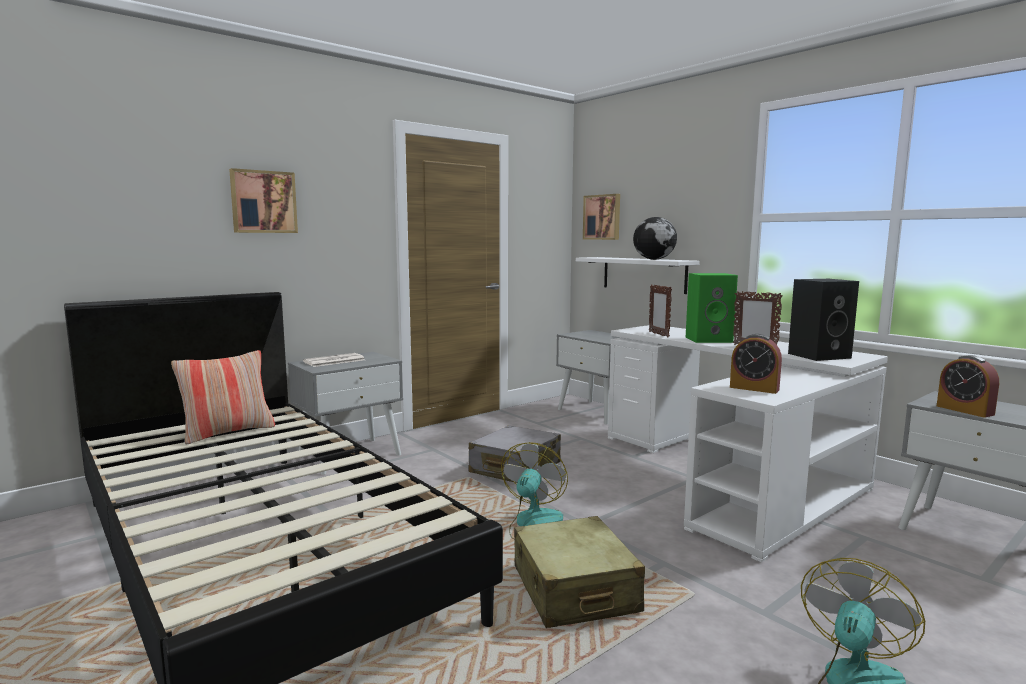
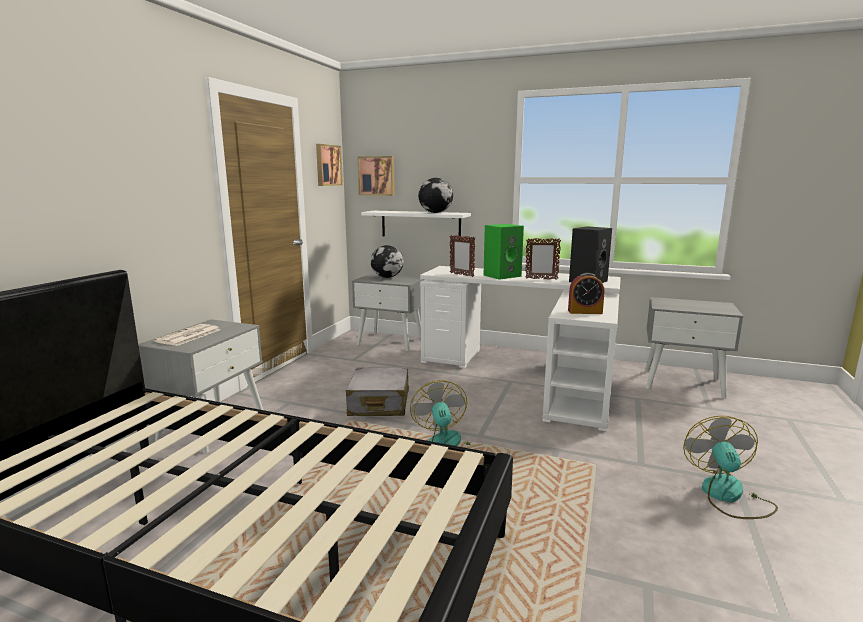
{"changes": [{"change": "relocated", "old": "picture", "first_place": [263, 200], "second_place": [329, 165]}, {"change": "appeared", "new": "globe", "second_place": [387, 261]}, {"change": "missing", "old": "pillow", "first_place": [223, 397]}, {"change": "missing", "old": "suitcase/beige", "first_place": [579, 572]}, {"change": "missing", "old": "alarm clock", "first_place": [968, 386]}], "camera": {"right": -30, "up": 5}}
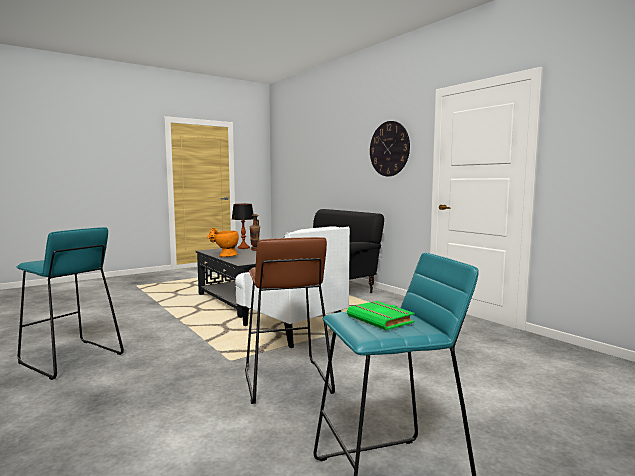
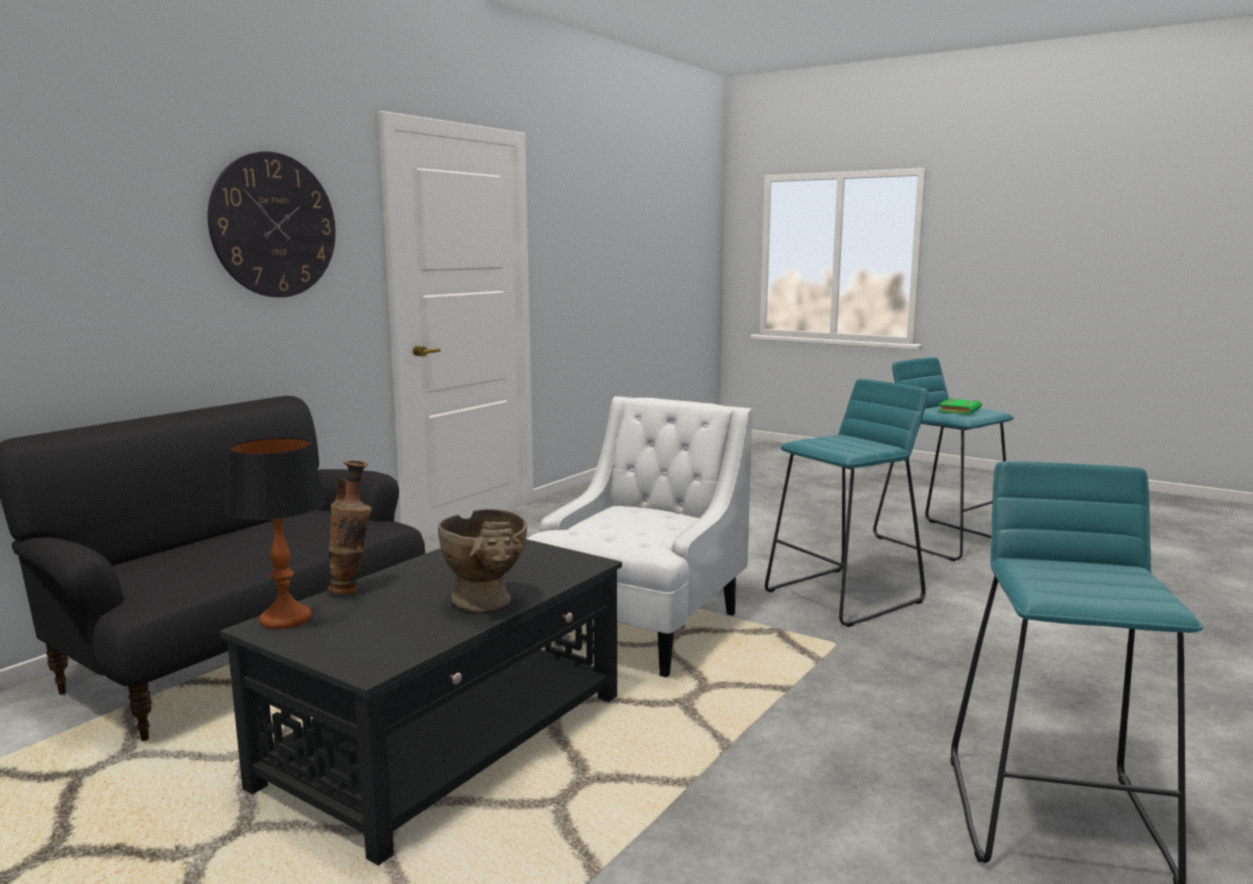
{"changes": [{"change": "colour", "old": "vase/orange", "new": "vase/beige", "first_place": [223, 242], "second_place": [482, 561]}, {"change": "colour", "old": "stool/brown", "new": "stool/turquoise", "first_place": [290, 320], "second_place": [846, 503]}], "camera": {"right": -110, "up": 5}}
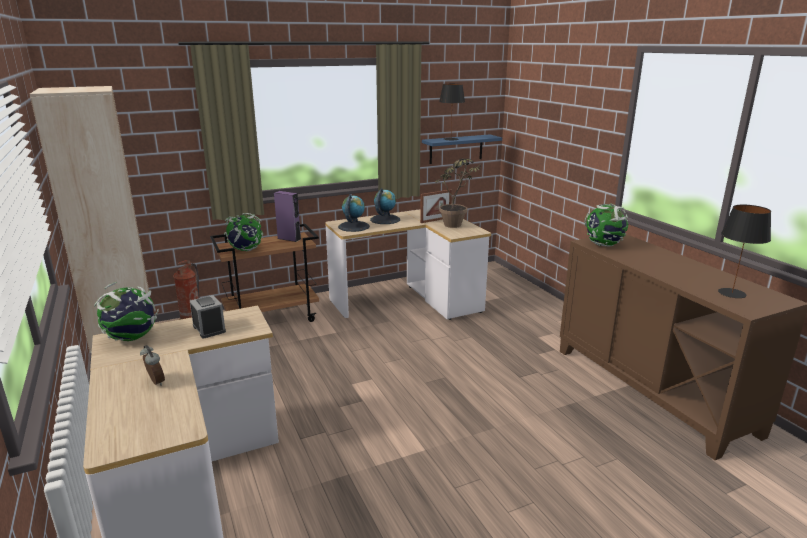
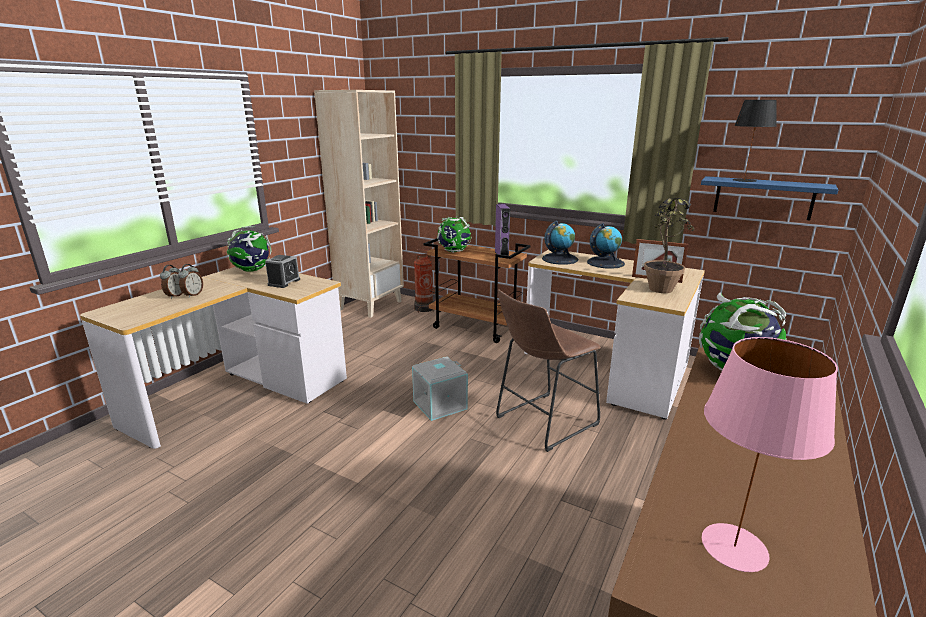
{"changes": [{"change": "appeared", "new": "alarm clock", "second_place": [171, 282]}, {"change": "appeared", "new": "storage box/grey", "second_place": [440, 389]}, {"change": "appeared", "new": "stool/brown", "second_place": [548, 370]}, {"change": "colour", "old": "table lamp/black", "new": "table lamp/pink", "first_place": [744, 251], "second_place": [770, 454]}], "camera": {"right": 55, "up": 0}}
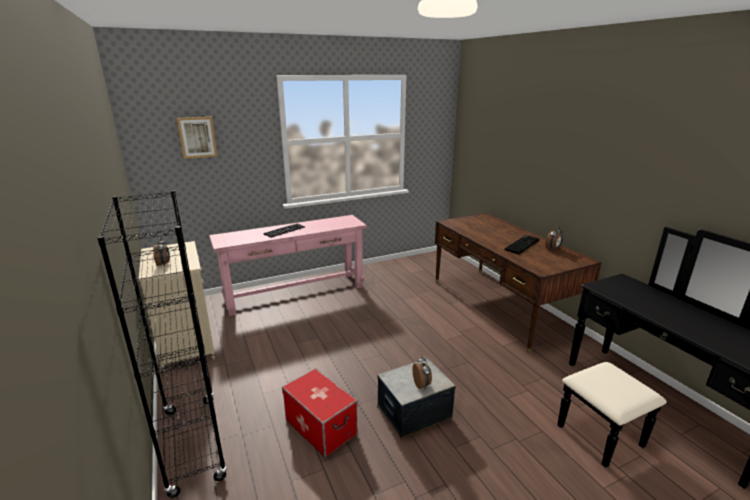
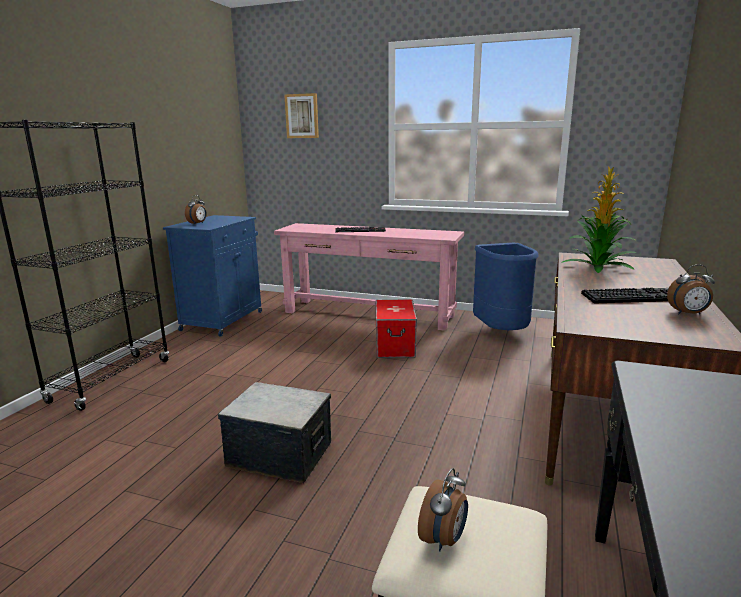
{"changes": [{"change": "colour", "old": "cabinet/beige", "new": "cabinet/blue", "first_place": [177, 306], "second_place": [212, 276]}, {"change": "relocated", "old": "storage box", "first_place": [320, 412], "second_place": [396, 328]}, {"change": "relocated", "old": "alarm clock", "first_place": [422, 372], "second_place": [443, 509]}, {"change": "appeared", "new": "trash can/blue", "second_place": [506, 286]}, {"change": "appeared", "new": "potted plant", "second_place": [599, 220]}], "camera": {"right": 45, "up": -5}}
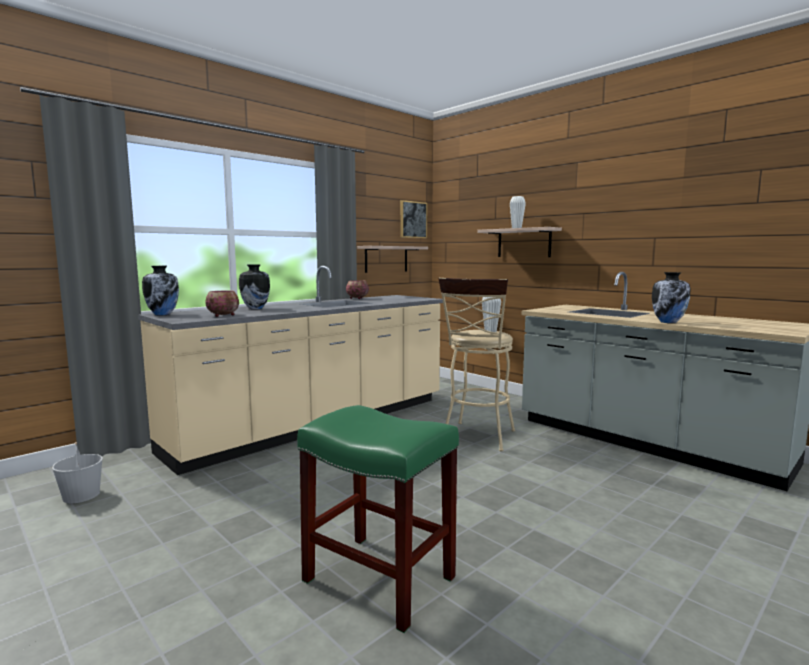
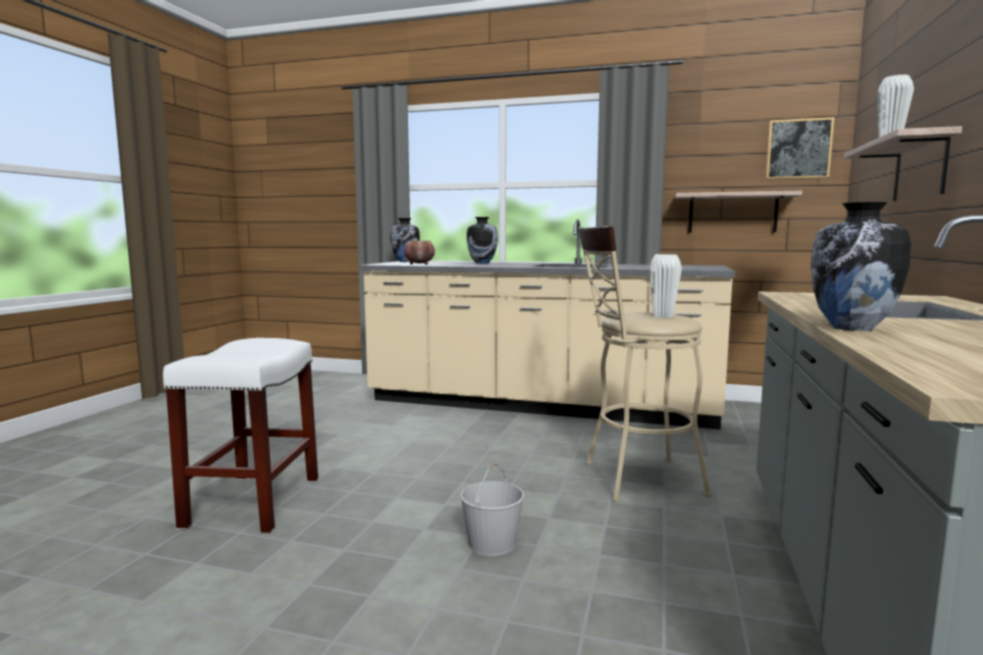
{"changes": [{"change": "colour", "old": "stool/green", "new": "stool/white", "first_place": [378, 519], "second_place": [240, 435]}, {"change": "relocated", "old": "bucket/white", "first_place": [77, 472], "second_place": [492, 509]}, {"change": "missing", "old": "bowl", "first_place": [357, 289]}], "camera": {"right": 60, "up": 0}}
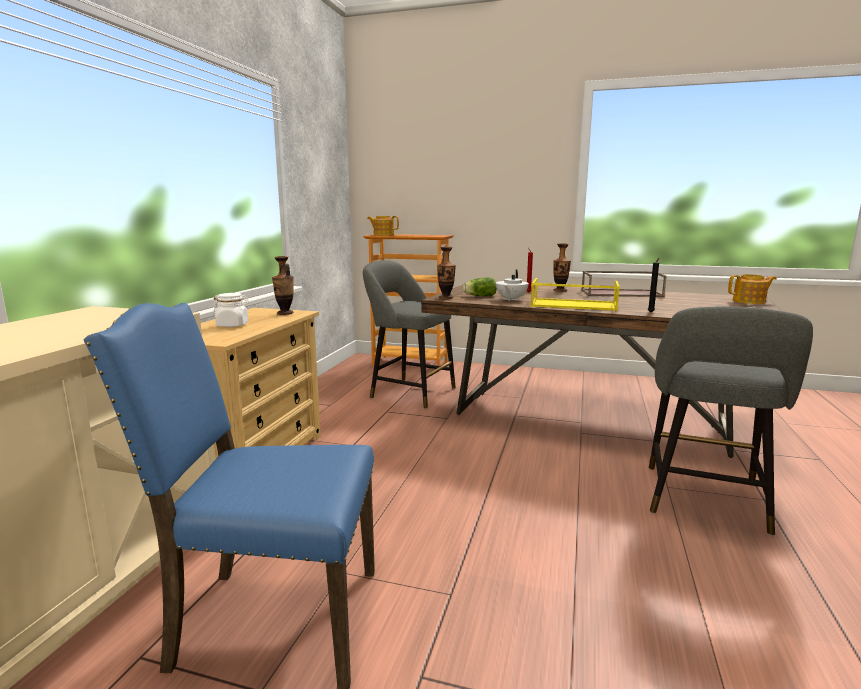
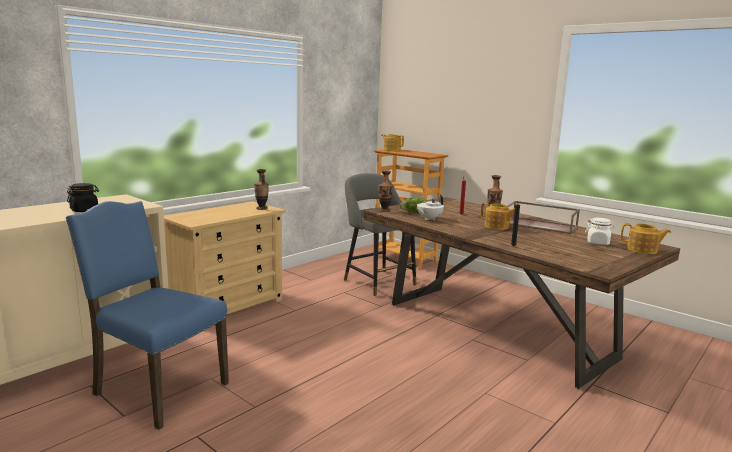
{"changes": [{"change": "appeared", "new": "jar/black", "second_place": [83, 197]}, {"change": "appeared", "new": "teapot", "second_place": [498, 216]}, {"change": "relocated", "old": "jar/white", "first_place": [231, 310], "second_place": [600, 231]}, {"change": "missing", "old": "tray/yellow", "first_place": [575, 294]}, {"change": "missing", "old": "stool/grey", "first_place": [731, 421]}], "camera": {"right": 25, "up": 0}}
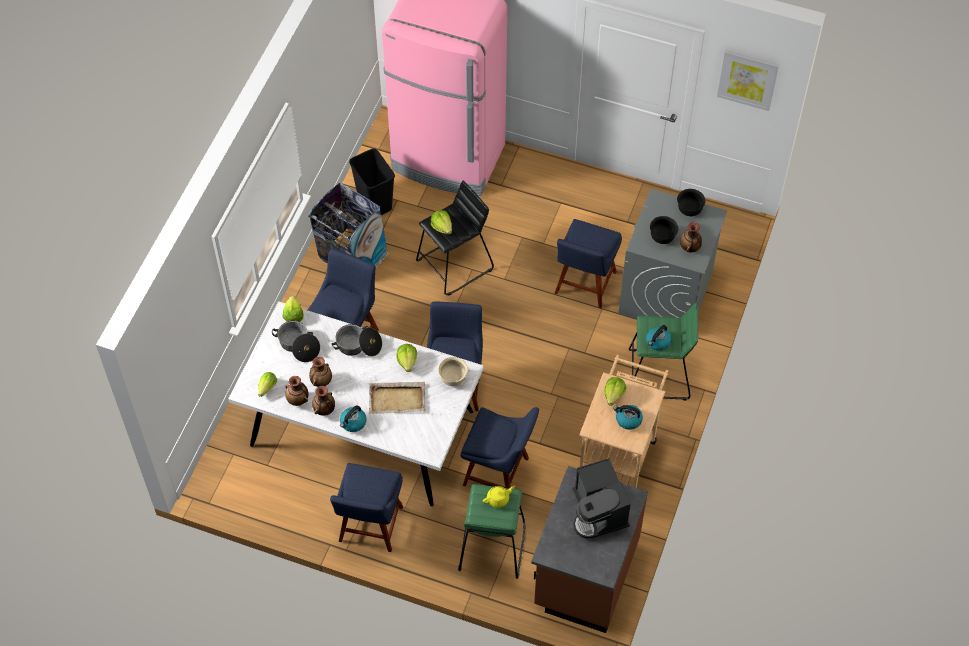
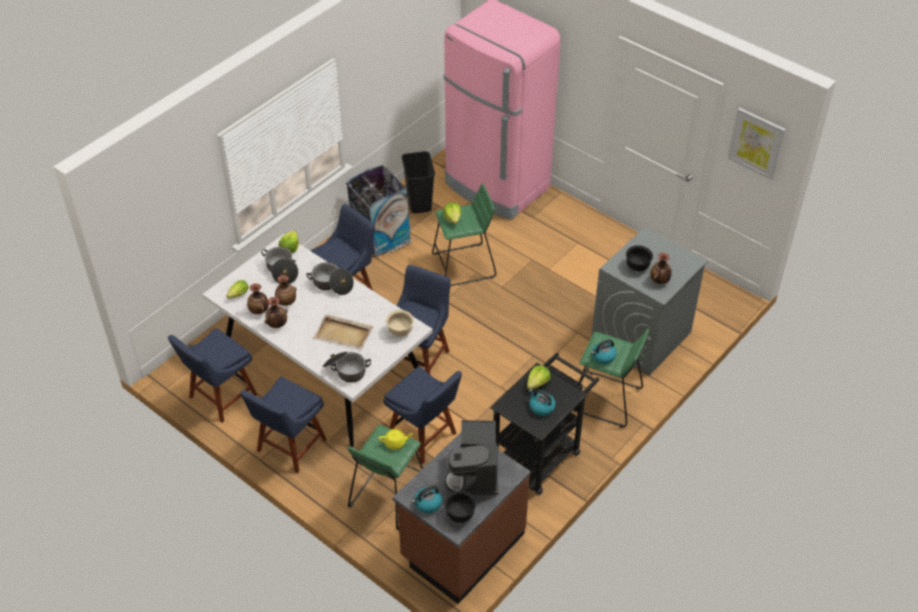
{"changes": [{"change": "relocated", "old": "chair/blue", "first_place": [588, 263], "second_place": [212, 375]}, {"change": "appeared", "new": "cooking pot", "second_place": [346, 367]}, {"change": "relocated", "old": "kettle", "first_place": [353, 418], "second_place": [426, 499]}, {"change": "colour", "old": "stool/black", "new": "stool/green", "first_place": [455, 238], "second_place": [464, 234]}, {"change": "relocated", "old": "bowl/black", "first_place": [691, 202], "second_place": [460, 506]}, {"change": "colour", "old": "cart/beige", "new": "cart/black", "first_place": [623, 421], "second_place": [544, 424]}, {"change": "missing", "old": "lettuce", "first_place": [406, 358]}], "camera": {"right": 20, "up": -10}}
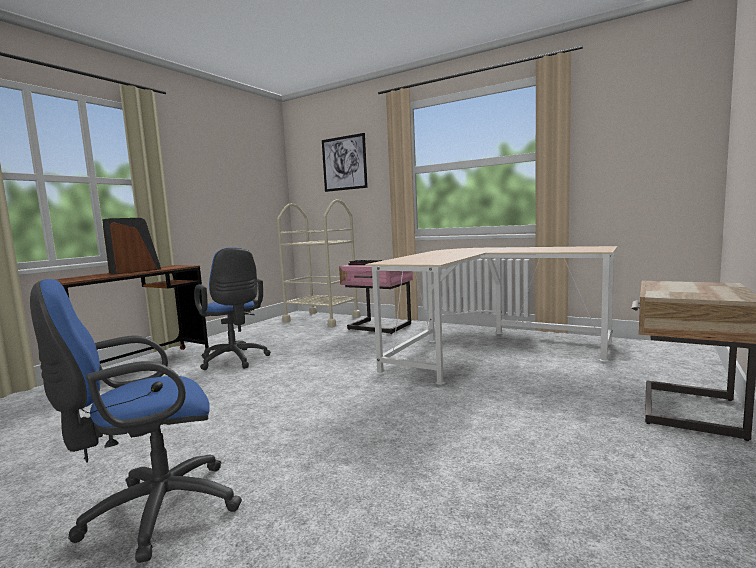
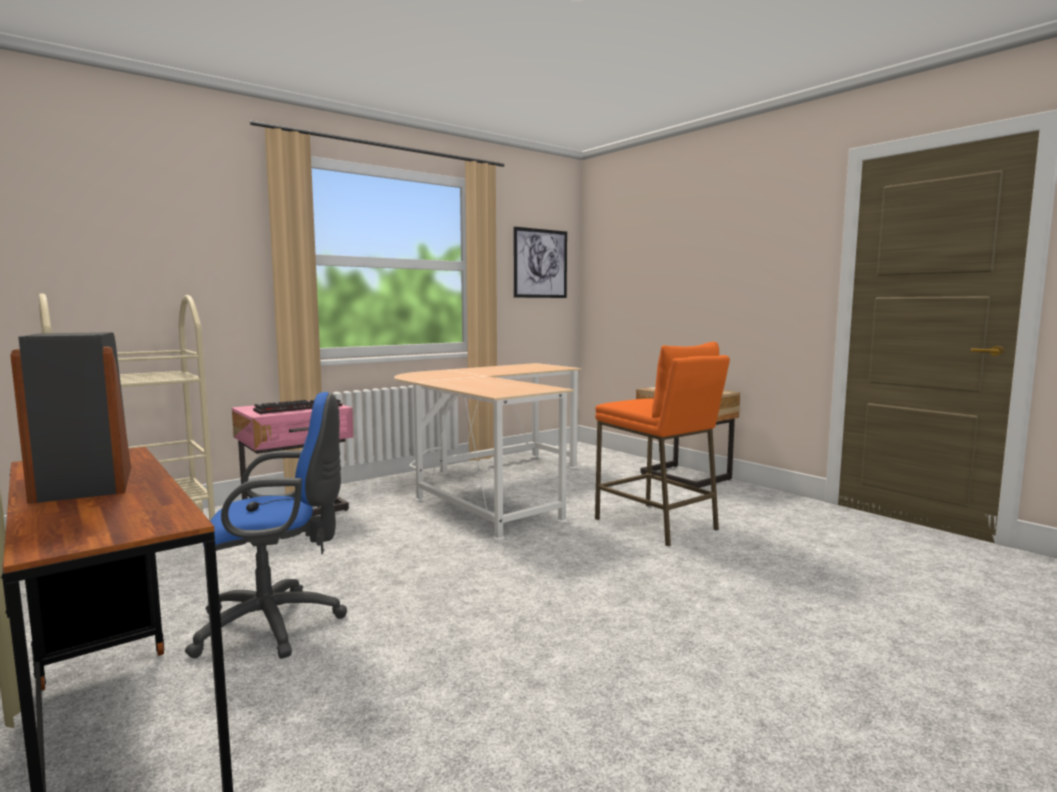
{"changes": [{"change": "relocated", "old": "picture", "first_place": [345, 162], "second_place": [540, 262]}, {"change": "appeared", "new": "stool/orange", "second_place": [662, 444]}, {"change": "missing", "old": "office chair/blue", "first_place": [136, 421]}], "camera": {"right": -70, "up": 0}}
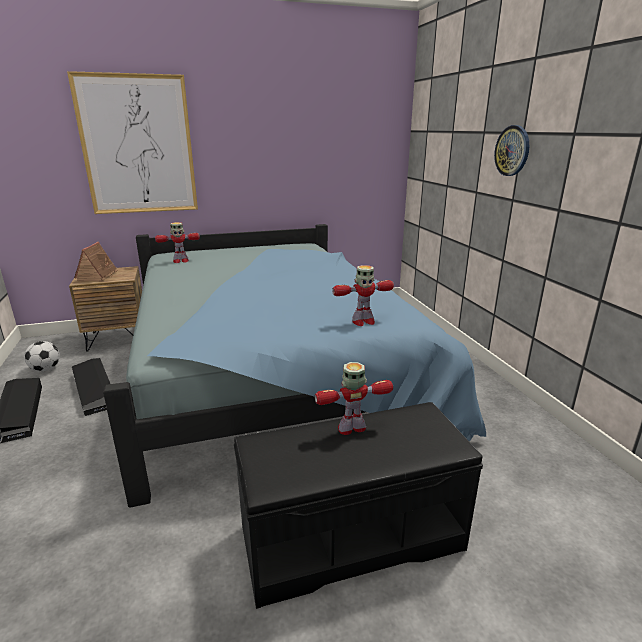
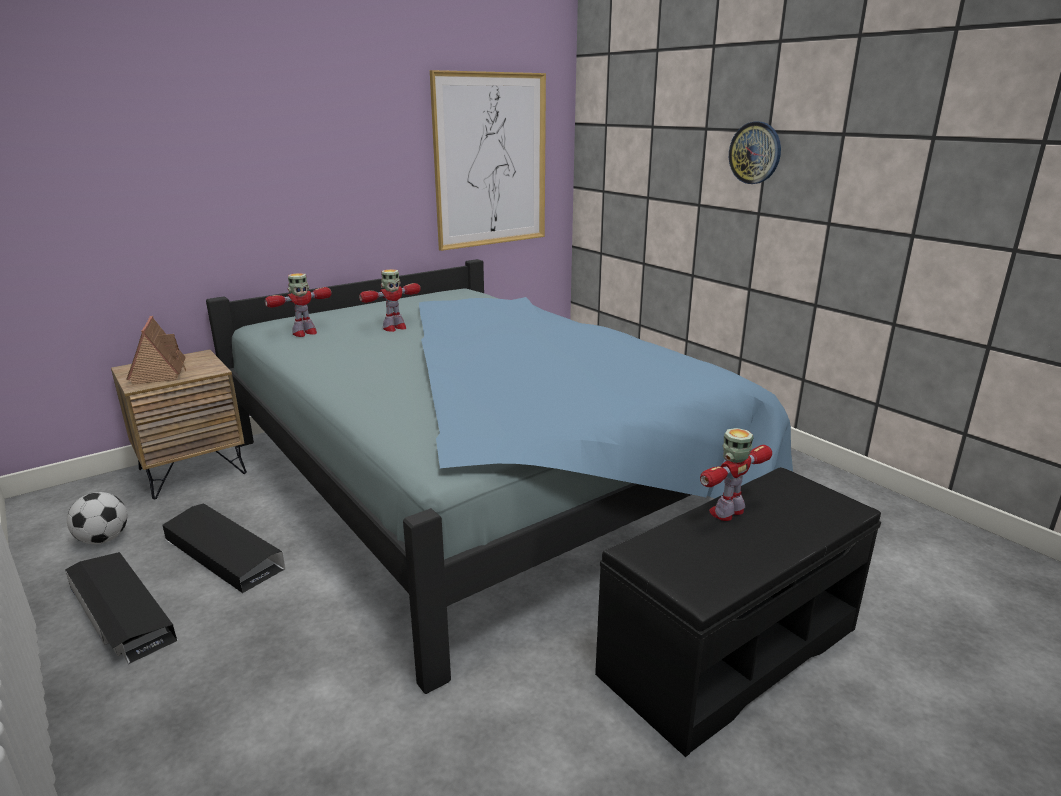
{"changes": [{"change": "relocated", "old": "toy robot", "first_place": [363, 295], "second_place": [390, 300]}, {"change": "relocated", "old": "picture", "first_place": [132, 142], "second_place": [488, 160]}], "camera": {"right": -20, "up": 0}}
